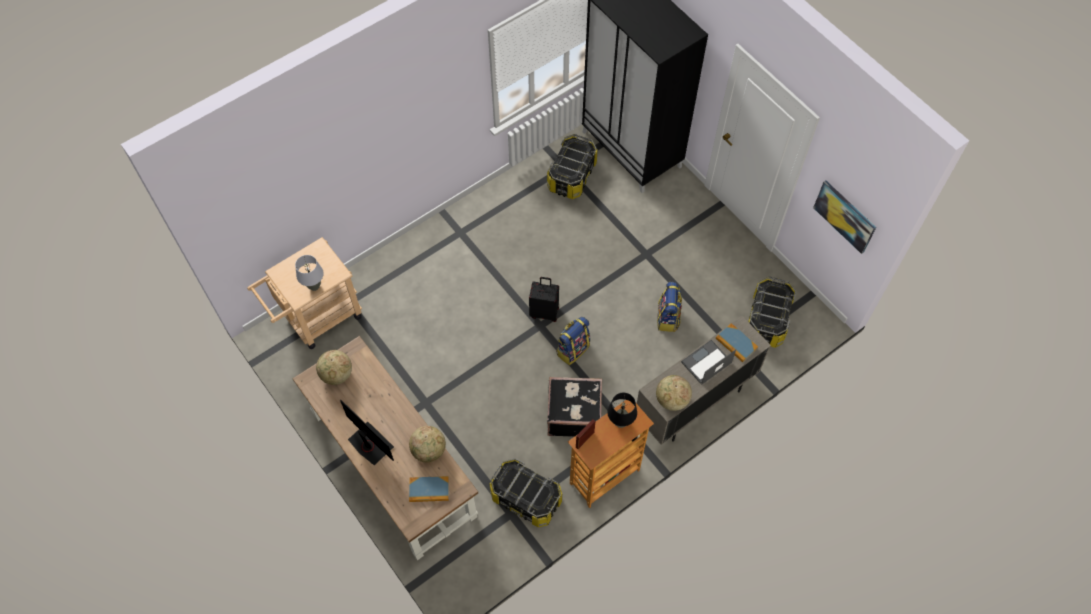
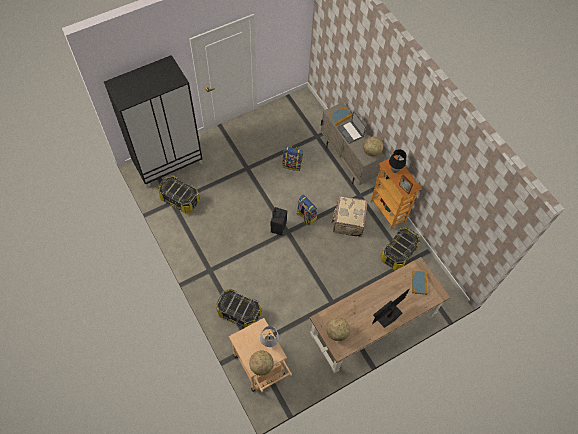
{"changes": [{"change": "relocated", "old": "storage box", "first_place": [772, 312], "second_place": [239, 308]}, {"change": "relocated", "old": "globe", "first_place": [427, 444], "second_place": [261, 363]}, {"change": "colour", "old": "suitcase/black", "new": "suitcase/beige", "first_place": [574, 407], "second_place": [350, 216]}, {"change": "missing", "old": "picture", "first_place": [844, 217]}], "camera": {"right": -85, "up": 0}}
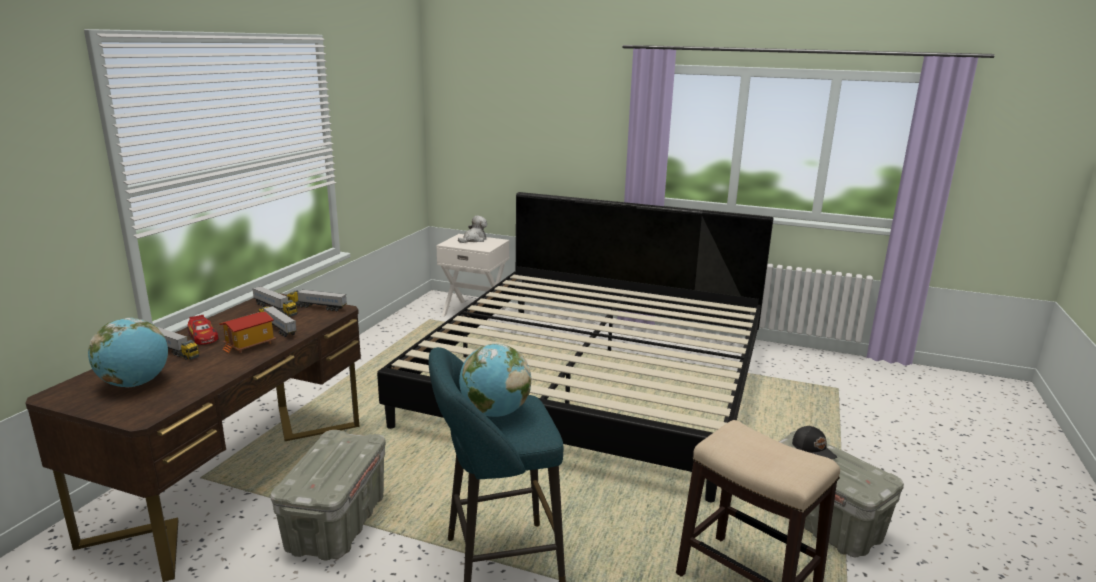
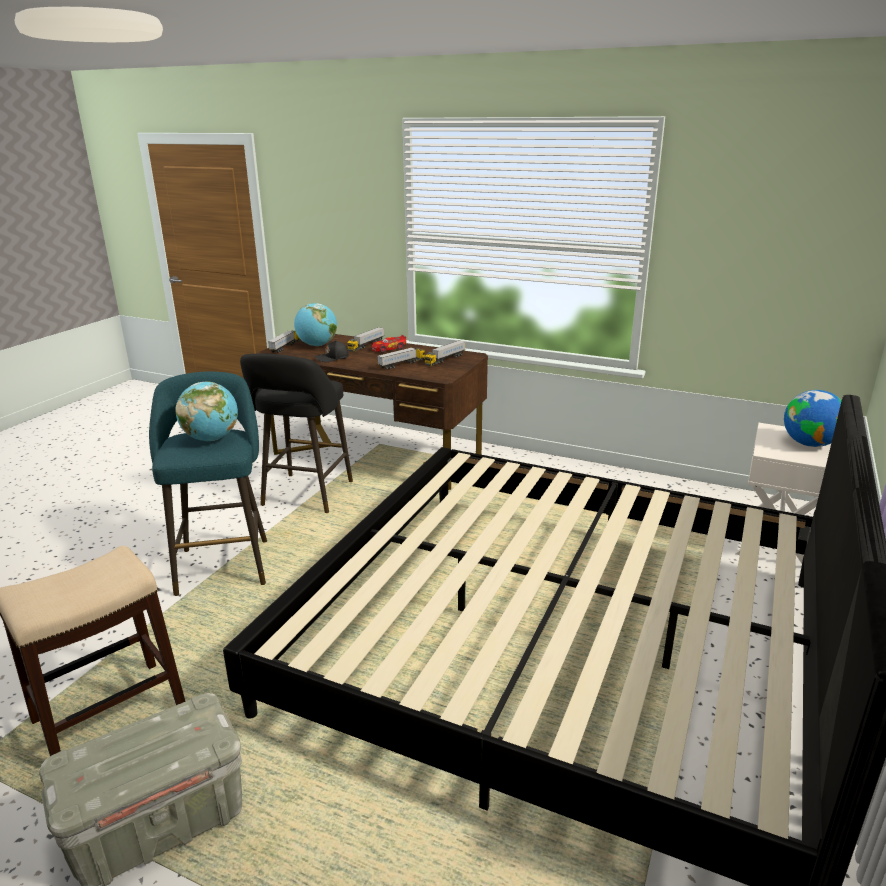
{"changes": [{"change": "exchanged", "old": "storage box/grey", "new": "stool/black", "first_place": [328, 495], "second_place": [296, 433]}, {"change": "relocated", "old": "toy truck", "first_place": [317, 300], "second_place": [284, 342]}, {"change": "relocated", "old": "cap/black", "first_place": [814, 442], "second_place": [332, 351]}, {"change": "exchanged", "old": "plush toy", "new": "globe", "first_place": [472, 229], "second_place": [812, 418]}, {"change": "missing", "old": "toy house", "first_place": [247, 333]}], "camera": {"right": 95, "up": 5}}
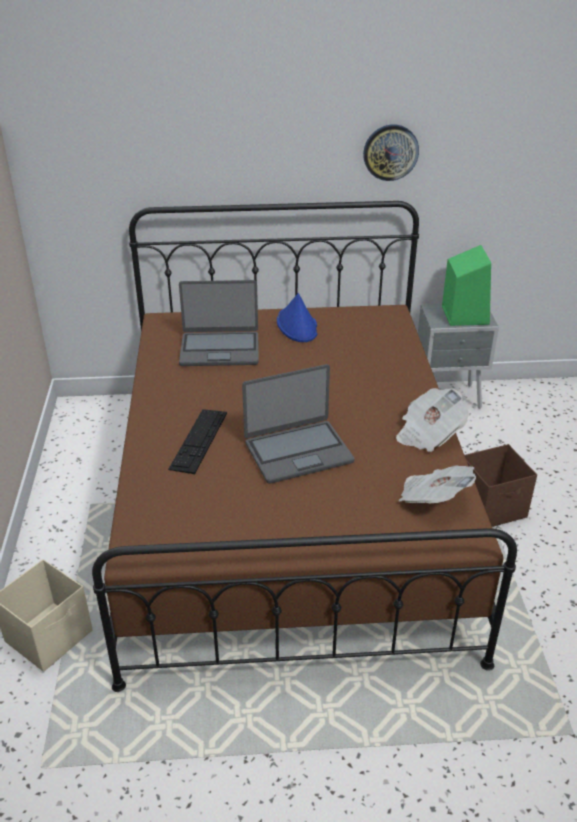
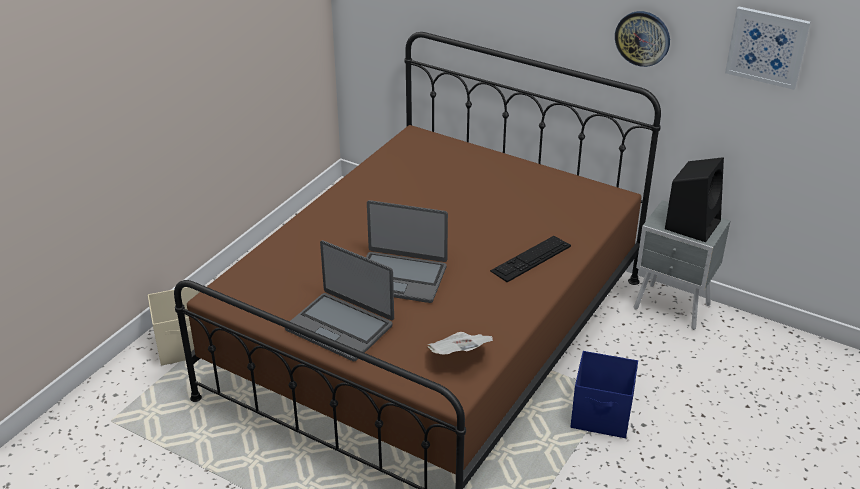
{"changes": [{"change": "relocated", "old": "laptop", "first_place": [219, 323], "second_place": [339, 300]}, {"change": "relocated", "old": "keyboard", "first_place": [197, 441], "second_place": [530, 259]}, {"change": "colour", "old": "storage box/brown", "new": "storage box/blue", "first_place": [501, 485], "second_place": [604, 394]}, {"change": "colour", "old": "speaker/green", "new": "speaker/black", "first_place": [466, 285], "second_place": [694, 199]}, {"change": "appeared", "new": "picture", "second_place": [767, 48]}, {"change": "missing", "old": "hat/blue", "first_place": [297, 317]}, {"change": "missing", "old": "newspaper", "first_place": [432, 420]}], "camera": {"right": 35, "up": 0}}
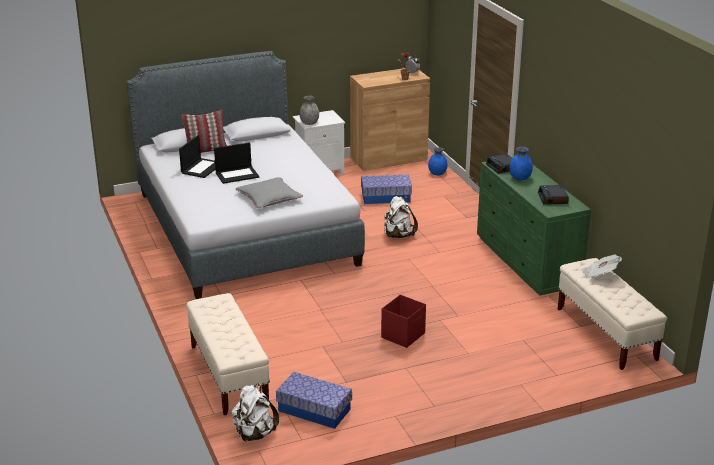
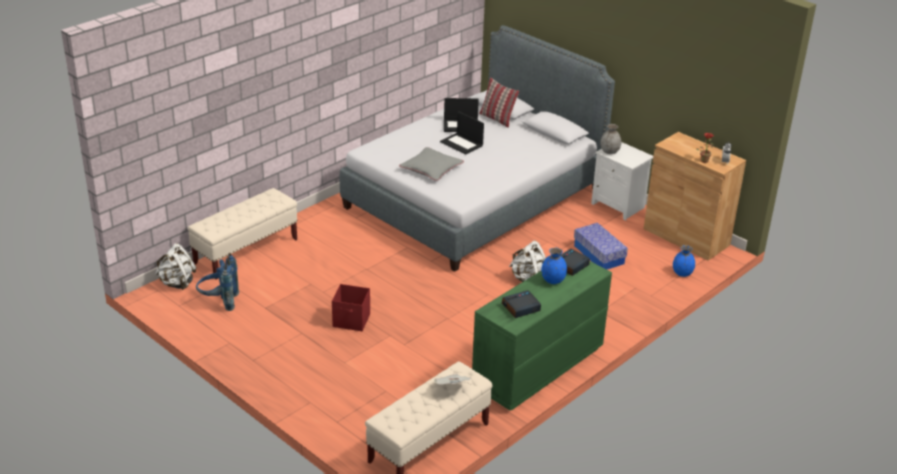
{"changes": [{"change": "exchanged", "old": "storage box", "new": "backpack/blue", "first_place": [314, 400], "second_place": [217, 282]}], "camera": {"right": 65, "up": 5}}
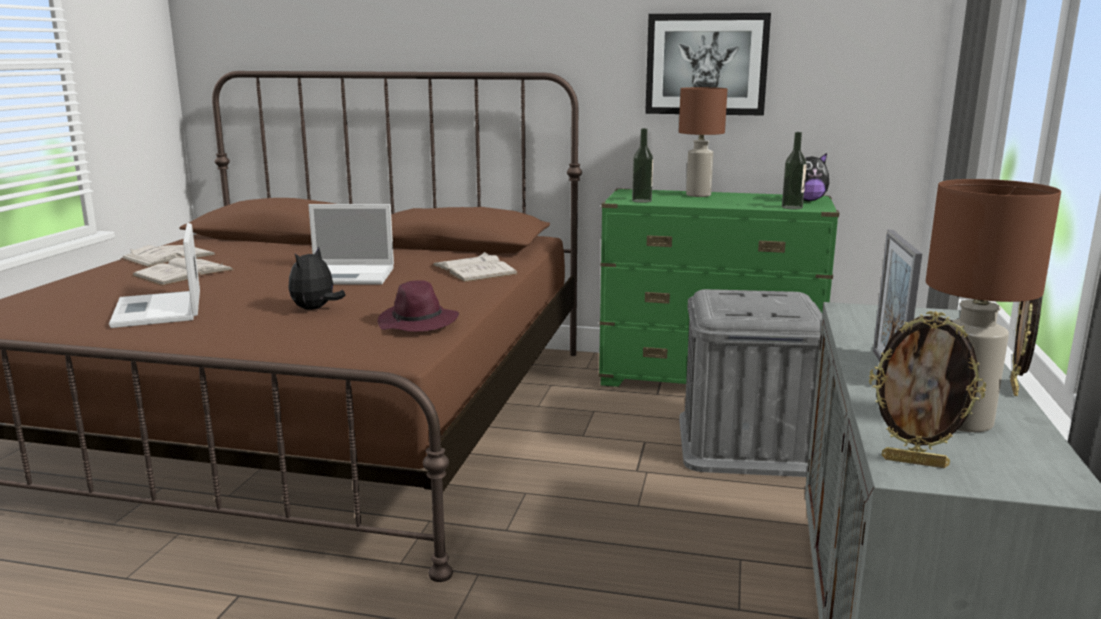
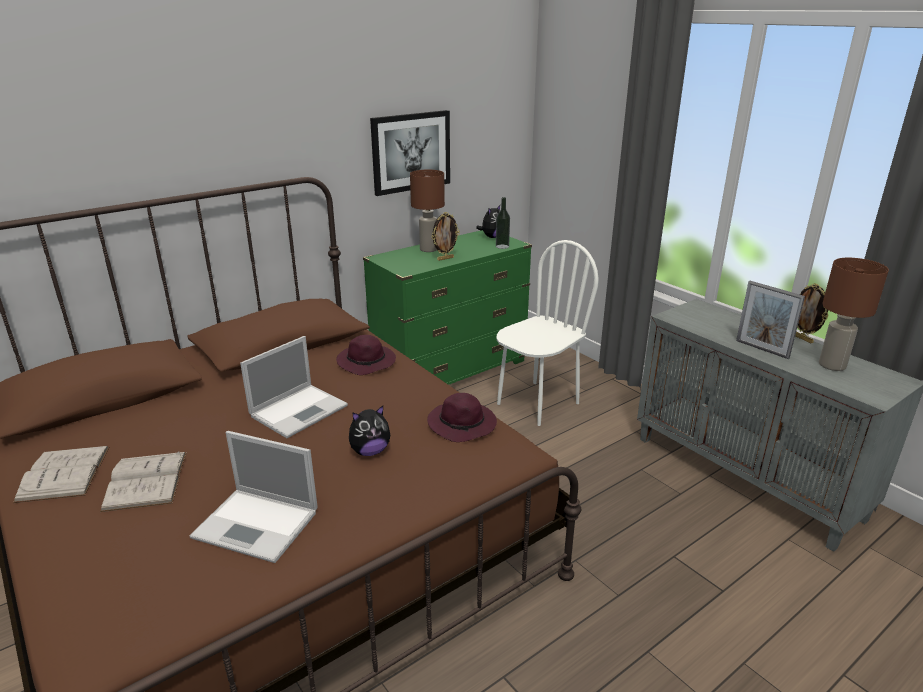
{"changes": [{"change": "exchanged", "old": "book/white", "new": "hat/purple", "first_place": [475, 267], "second_place": [366, 355]}, {"change": "spun", "old": "plush toy", "first_place": [316, 278], "second_place": [369, 431], "degrees": -90}, {"change": "relocated", "old": "picture frame", "first_place": [927, 389], "second_place": [446, 236]}, {"change": "exchanged", "old": "storage box/grey", "new": "chair/white", "first_place": [750, 383], "second_place": [547, 333]}, {"change": "missing", "old": "bottle", "first_place": [642, 165]}], "camera": {"right": -50, "up": 10}}
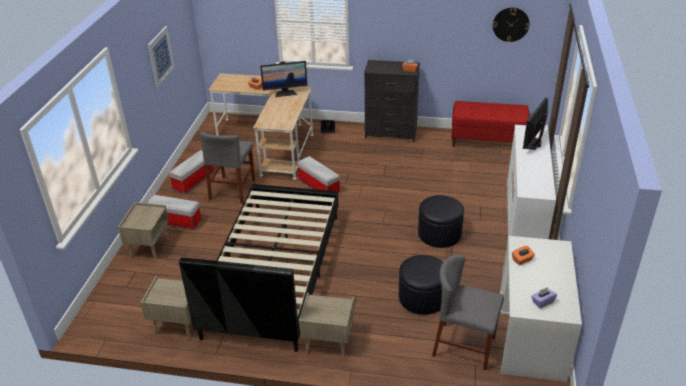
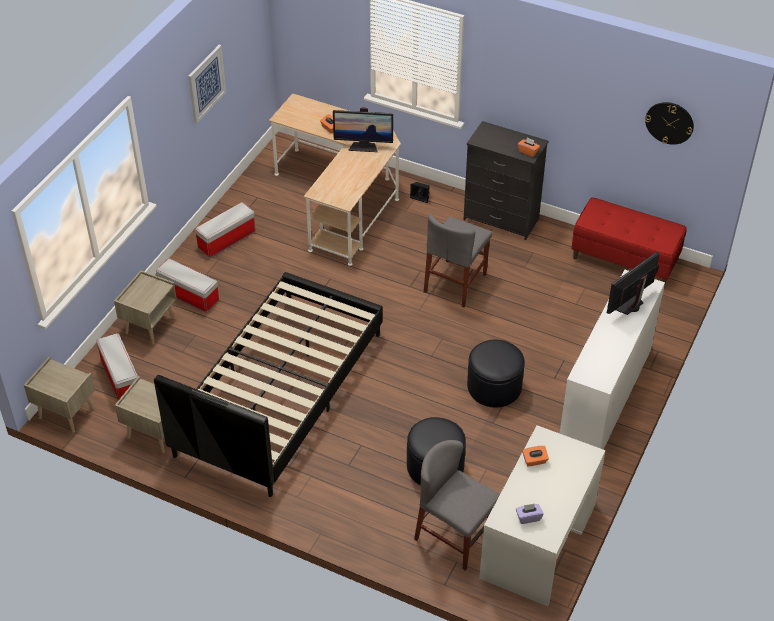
{"changes": [{"change": "relocated", "old": "nightstand/beige", "first_place": [326, 325], "second_place": [59, 395]}, {"change": "relocated", "old": "storage box", "first_place": [318, 175], "second_place": [117, 366]}, {"change": "relocated", "old": "chair/grey", "first_place": [227, 167], "second_place": [458, 260]}], "camera": {"right": 15, "up": 10}}
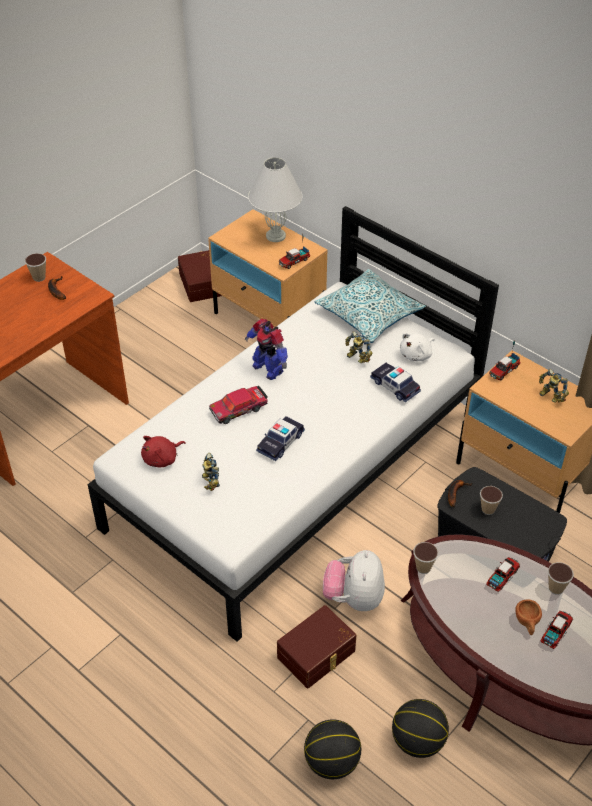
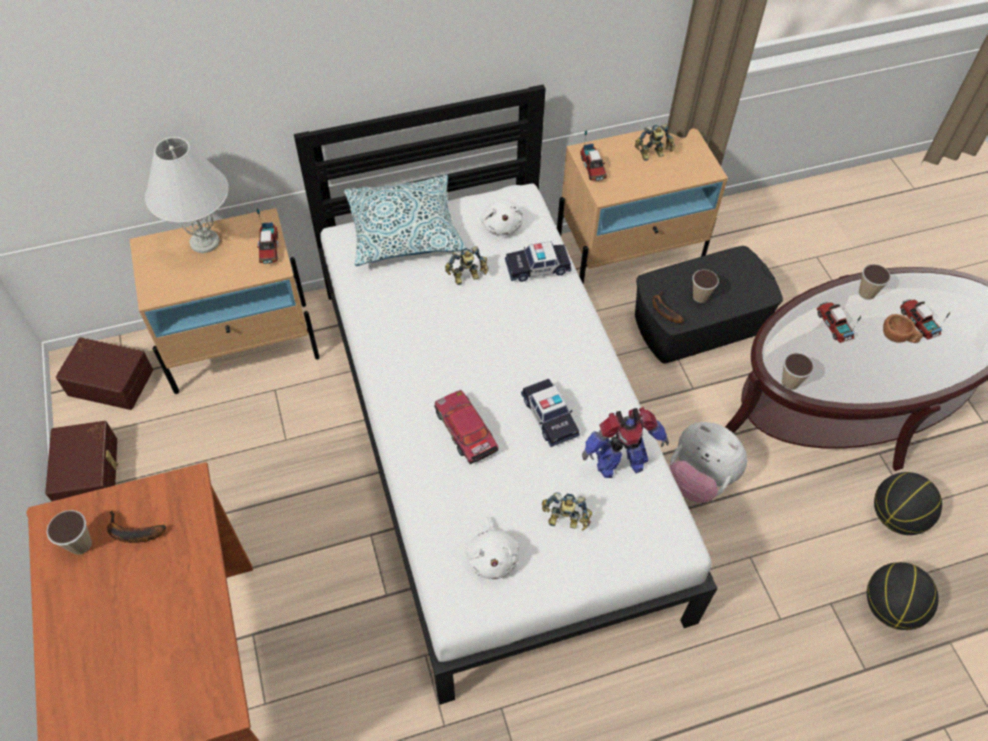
{"changes": [{"change": "relocated", "old": "storage box/brown", "first_place": [316, 647], "second_place": [81, 461]}, {"change": "spun", "old": "toy car", "first_place": [238, 405], "second_place": [466, 427], "degrees": 150}, {"change": "colour", "old": "plush toy/red", "new": "plush toy/white", "first_place": [163, 451], "second_place": [492, 547]}, {"change": "relocated", "old": "toy robot", "first_place": [266, 349], "second_place": [625, 442]}], "camera": {"right": -60, "up": 10}}
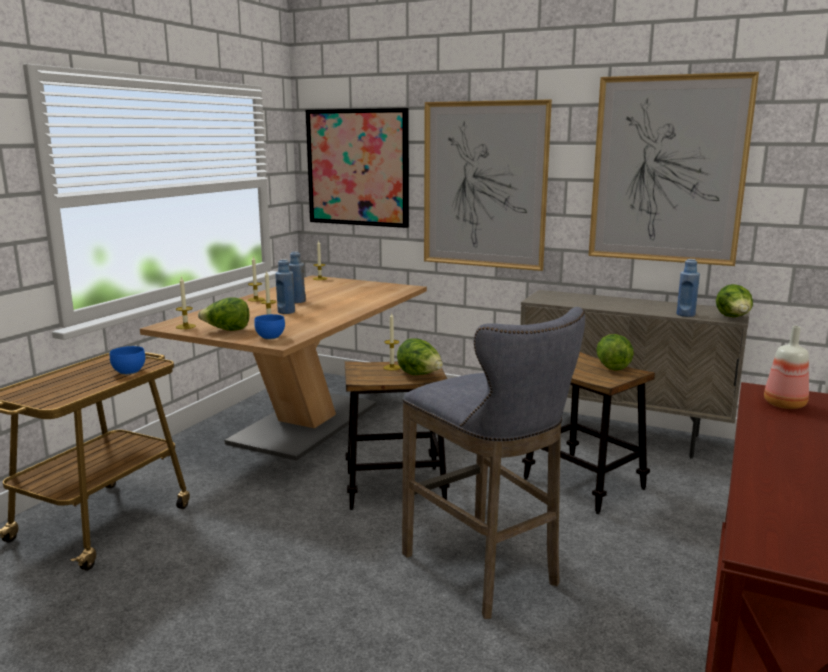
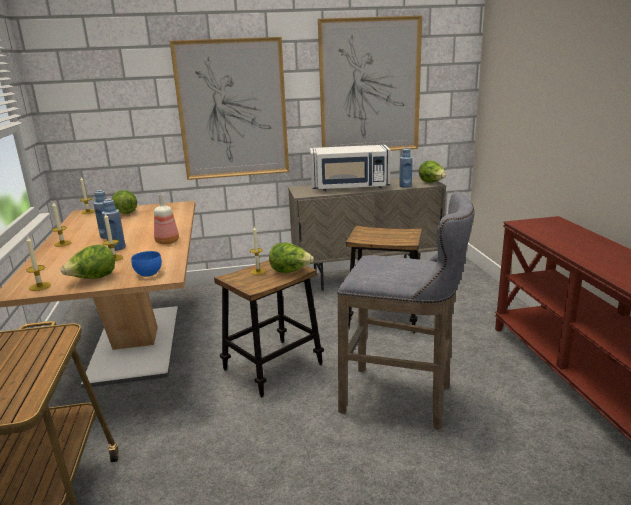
{"changes": [{"change": "relocated", "old": "lettuce", "first_place": [615, 352], "second_place": [124, 202]}, {"change": "relocated", "old": "bottle", "first_place": [786, 367], "second_place": [166, 219]}, {"change": "appeared", "new": "microwave/white", "second_place": [350, 168]}, {"change": "missing", "old": "bowl/blue", "first_place": [127, 360]}, {"change": "missing", "old": "picture", "first_place": [357, 168]}], "camera": {"right": -35, "up": 5}}
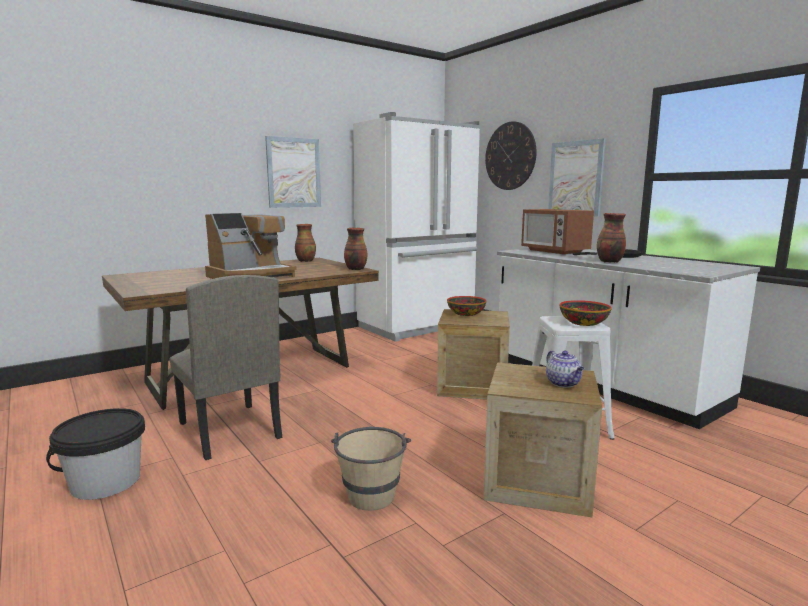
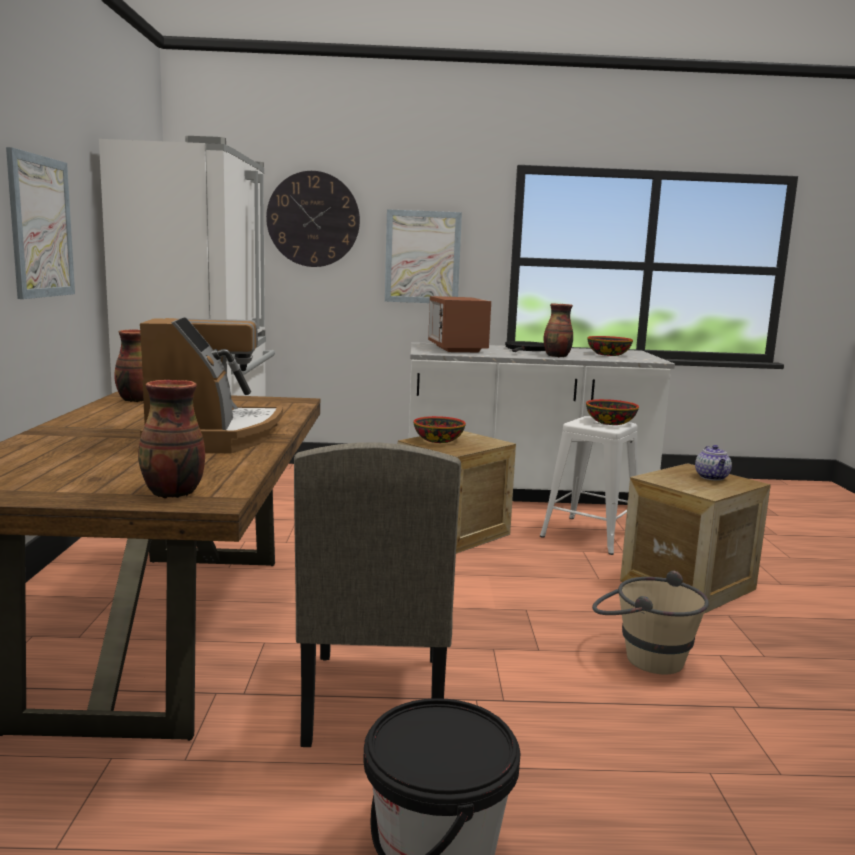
{"changes": [{"change": "relocated", "old": "vase", "first_place": [355, 249], "second_place": [171, 439]}, {"change": "spun", "old": "chair/beige", "first_place": [226, 367], "second_place": [377, 594], "degrees": 90}, {"change": "spun", "old": "microwave", "first_place": [557, 231], "second_place": [459, 324], "degrees": 75}, {"change": "appeared", "new": "bowl", "second_place": [610, 346]}, {"change": "spun", "old": "teapot", "first_place": [565, 369], "second_place": [713, 463], "degrees": 75}], "camera": {"right": -55, "up": 0}}
